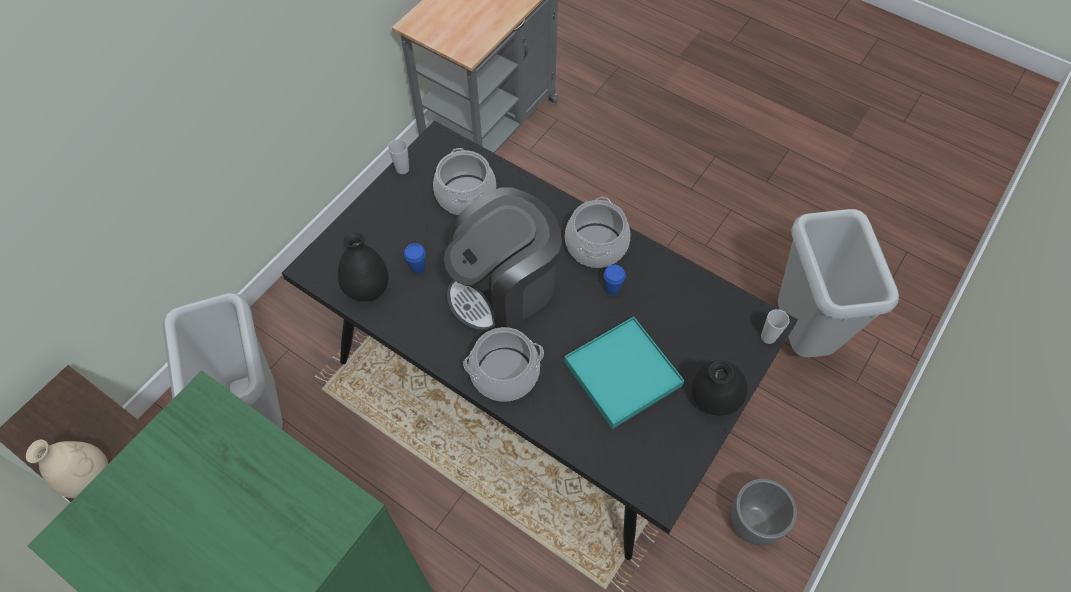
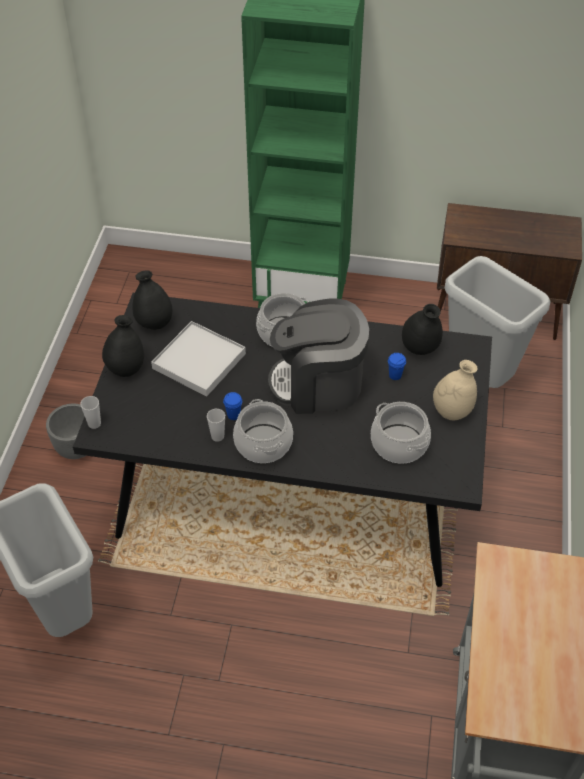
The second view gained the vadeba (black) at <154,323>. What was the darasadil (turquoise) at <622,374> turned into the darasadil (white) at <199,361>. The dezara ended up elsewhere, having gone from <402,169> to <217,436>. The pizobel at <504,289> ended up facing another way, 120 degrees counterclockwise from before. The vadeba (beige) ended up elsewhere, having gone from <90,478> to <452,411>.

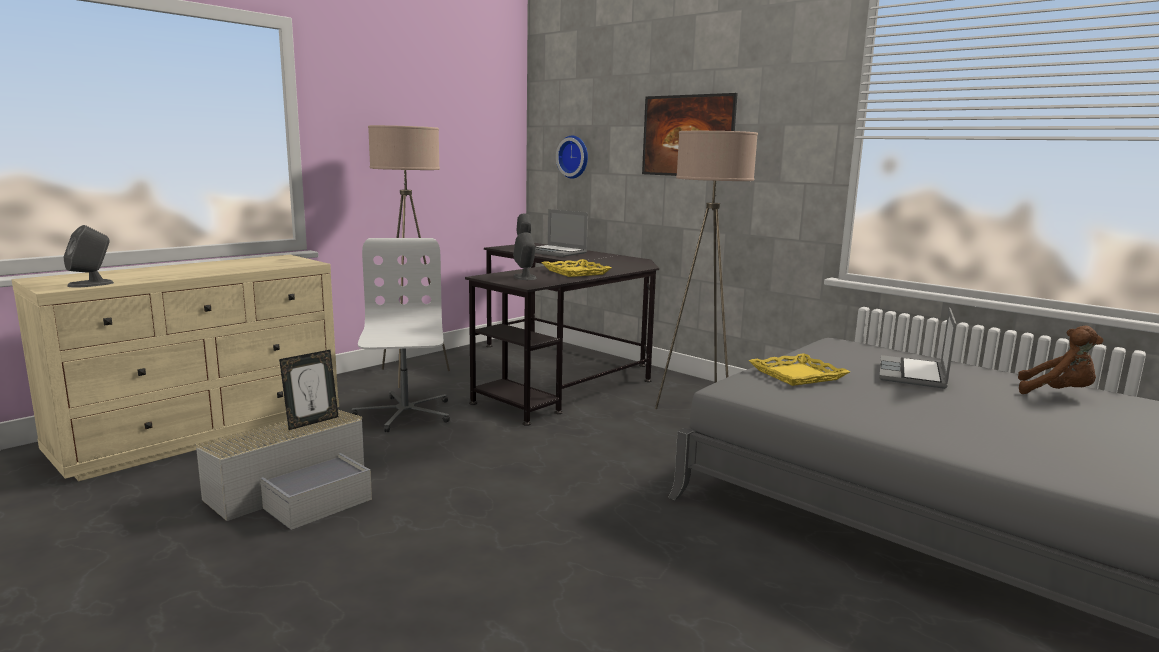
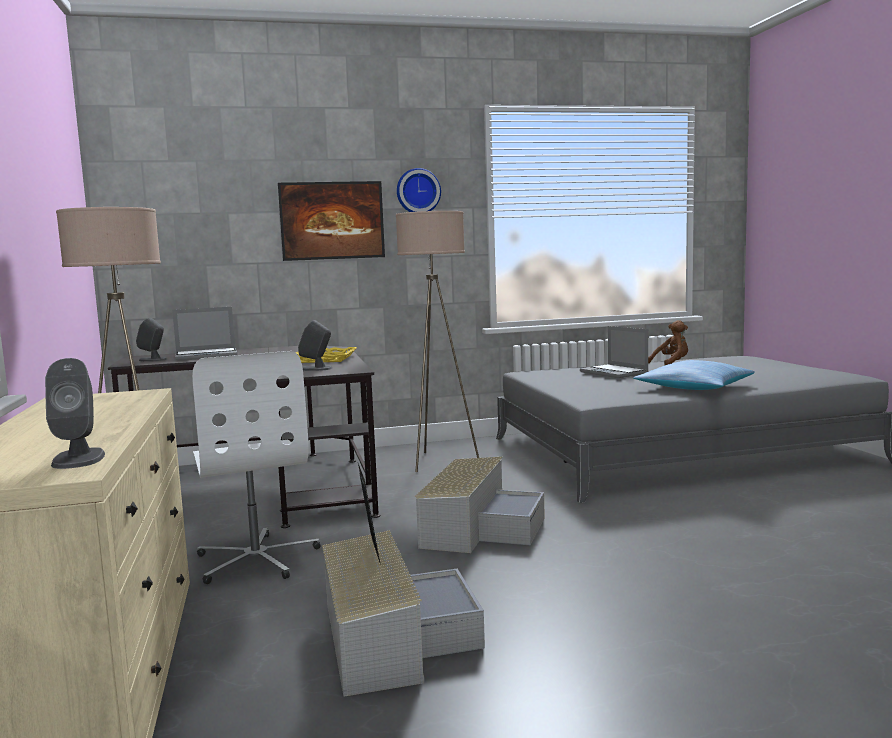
The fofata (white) at <404,413> ended up facing another way, 135 degrees counterclockwise from before. The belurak ended up elsewhere, having gone from <574,157> to <418,191>. The second view gained the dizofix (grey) at <479,527>. The second view gained the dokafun at <693,388>. The second view lost the darasadil (yellow) at <797,375>.

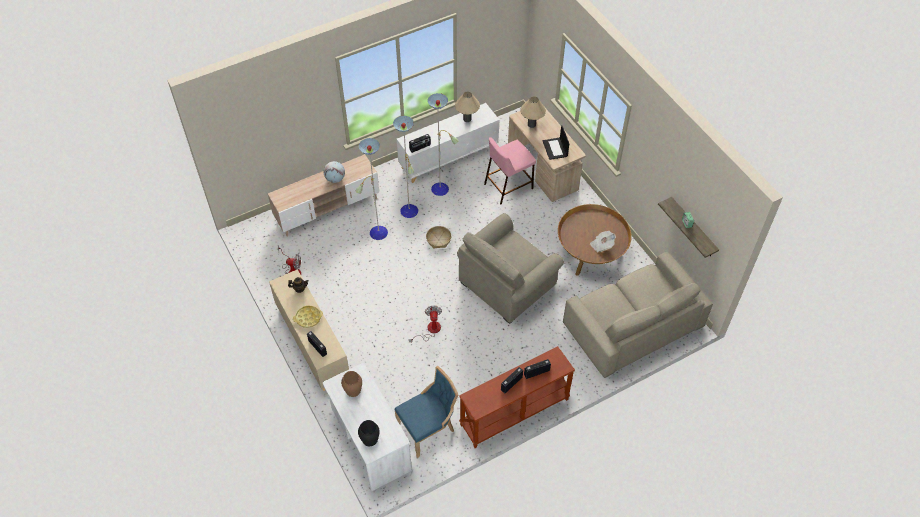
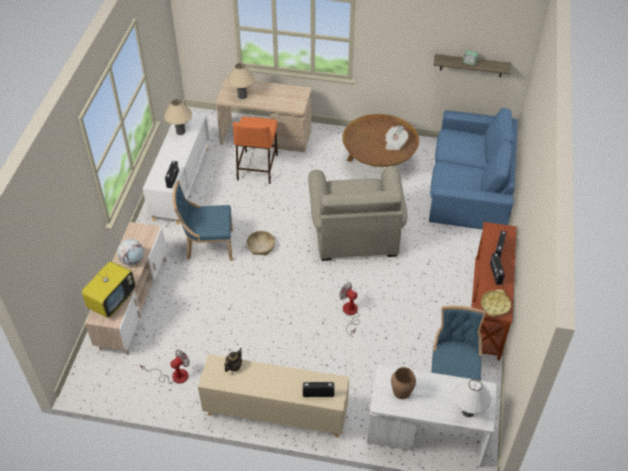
The second view gained the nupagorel at <112,300>. Where the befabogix stood at <410,211>, the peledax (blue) came to stand at <208,246>. What was the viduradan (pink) at <509,186> turned into the viduradan (orange) at <257,166>. What was the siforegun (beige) at <632,324> turned into the siforegun (blue) at <469,185>. Where the vadeba (black) stood at <369,439>, the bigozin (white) came to stand at <468,411>. The darasadil (yellow) ended up elsewhere, having gone from <308,318> to <495,305>. The second view lost the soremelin at <555,149>.

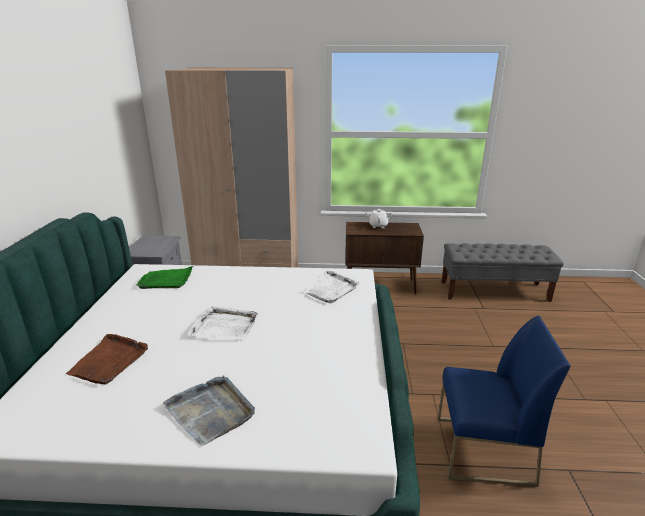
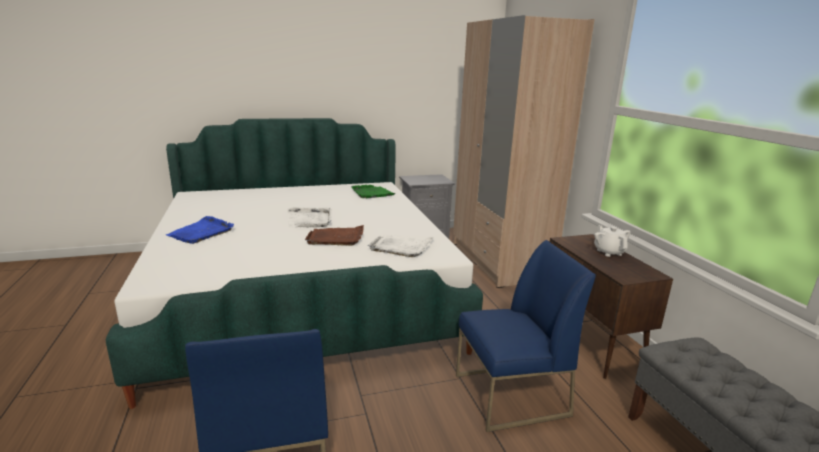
What was the darasadil (grey) at <211,411> turned into the darasadil (blue) at <201,232>. The darasadil (brown) ended up elsewhere, having gone from <109,361> to <336,238>. The second view gained the peledax (blue) at <510,395>.

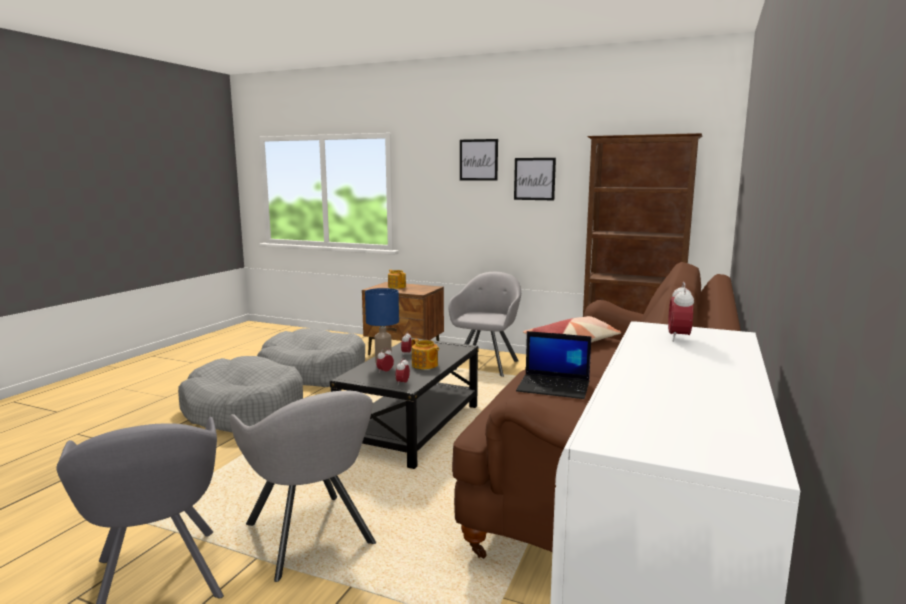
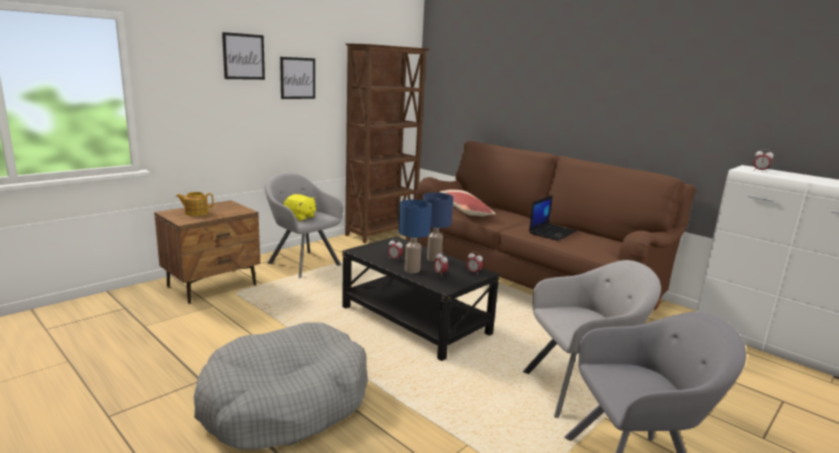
The second view gained the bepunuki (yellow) at <300,217>. Where the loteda stood at <425,365>, the bigozin (blue) came to stand at <434,259>. The second view lost the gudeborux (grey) at <313,372>.

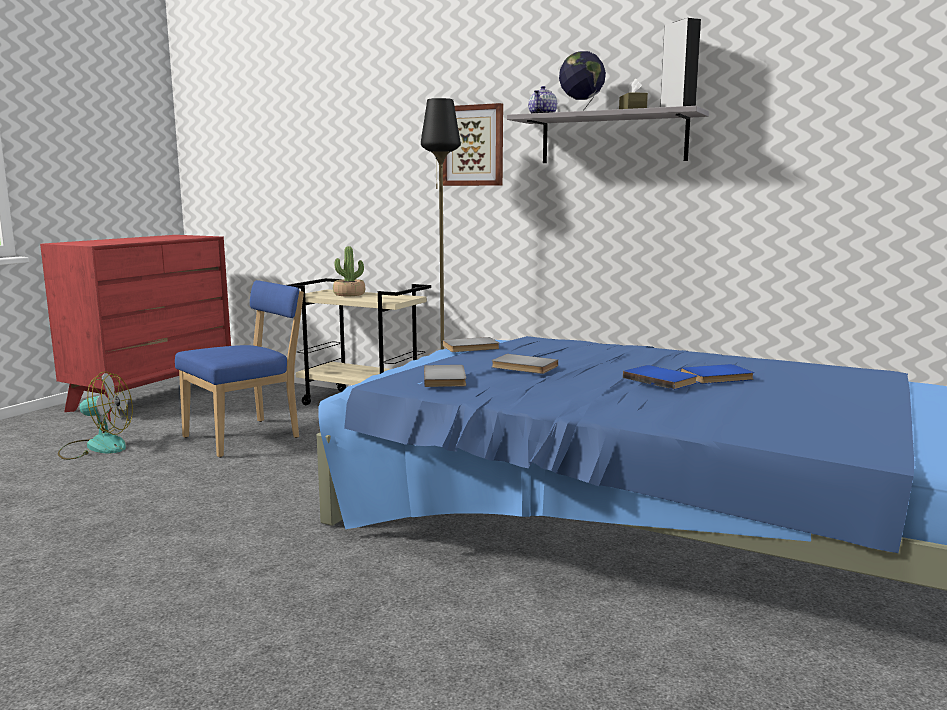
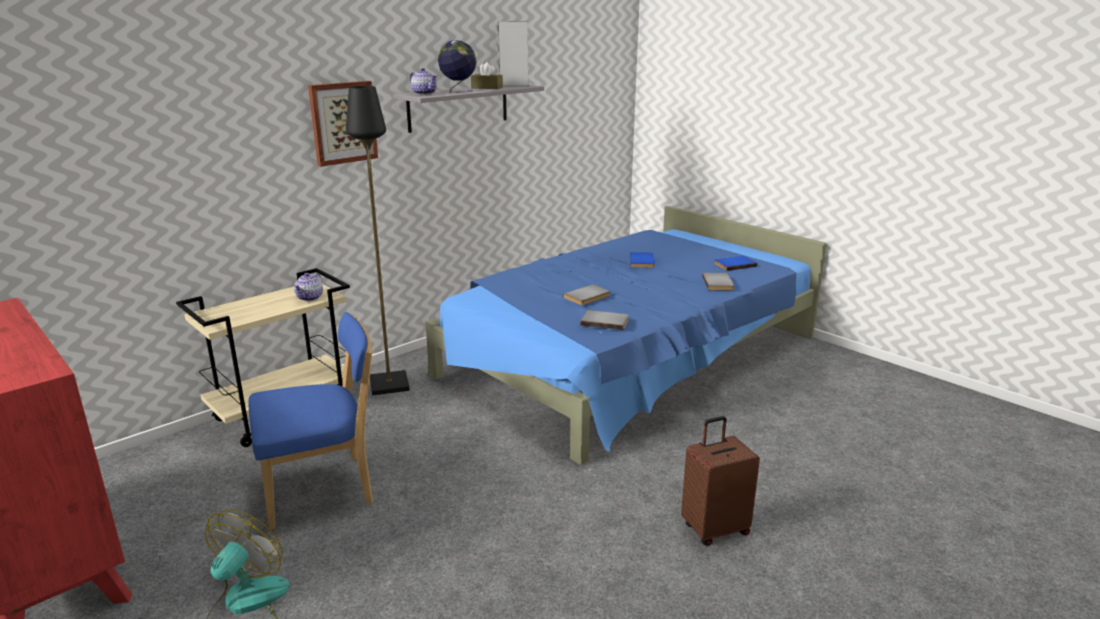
The peledax (blue) at <247,436> ended up facing another way, 90 degrees clockwise from before. The second view gained the loteda at <310,297>. The second view gained the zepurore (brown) at <714,529>. The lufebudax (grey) ended up elsewhere, having gone from <471,347> to <719,283>. The lufebudax (blue) ended up elsewhere, having gone from <661,380> to <734,265>. The second view lost the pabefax at <349,294>.

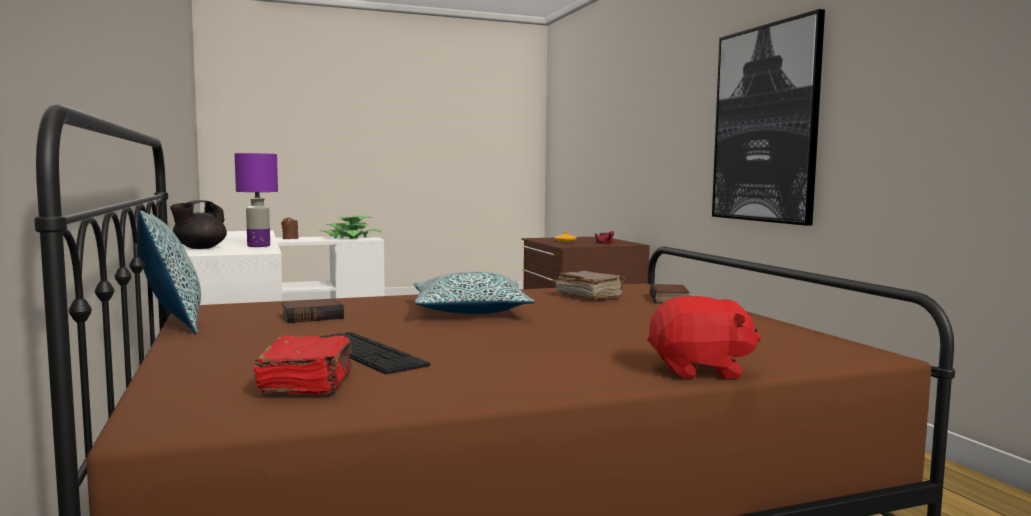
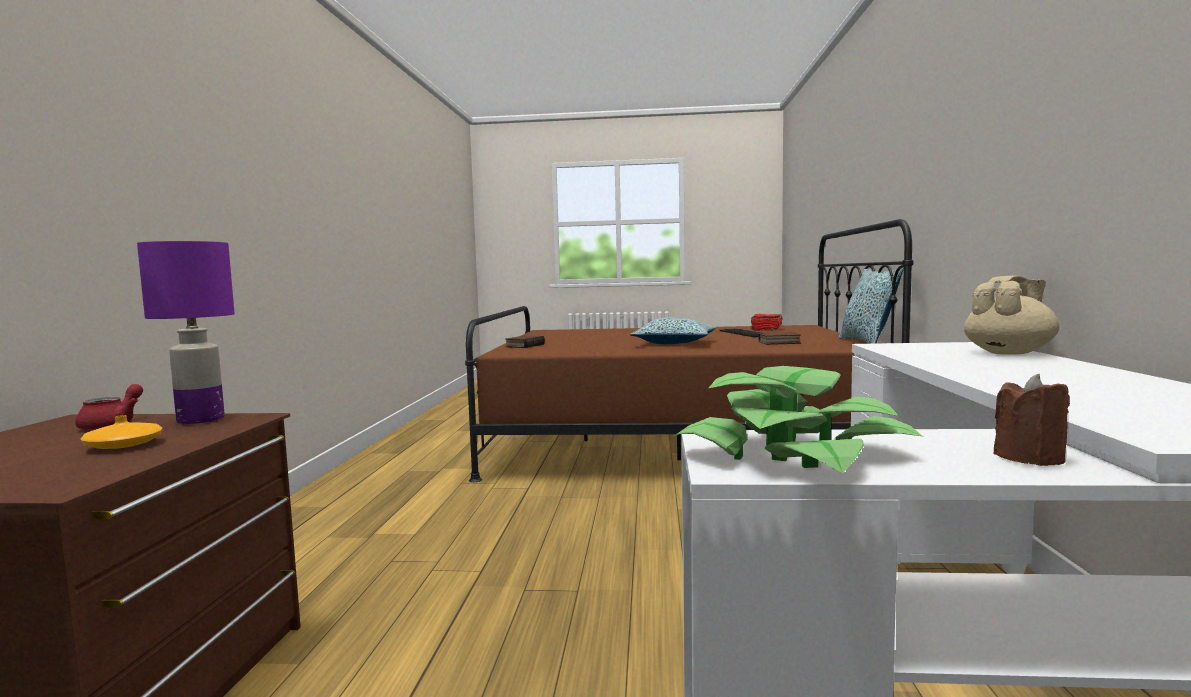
The bigozin (purple) ended up elsewhere, having gone from <258,246> to <200,420>. What was the loteda (black) at <199,248> turned into the loteda (beige) at <1009,353>. The second view lost the lufebudax (brown) at <588,296>. The second view lost the bepunuki (red) at <700,371>. The second view lost the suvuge at <765,124>.

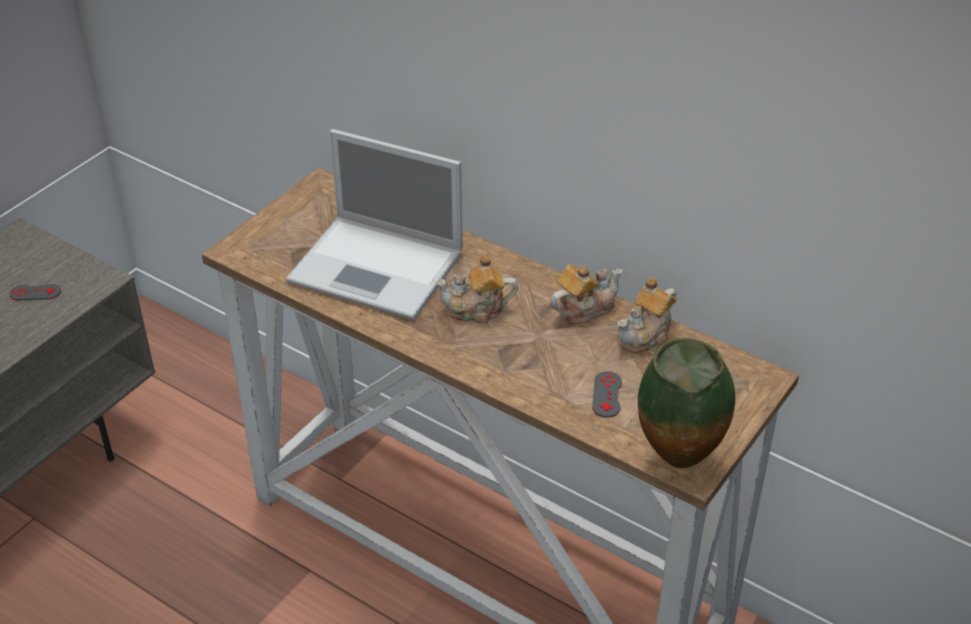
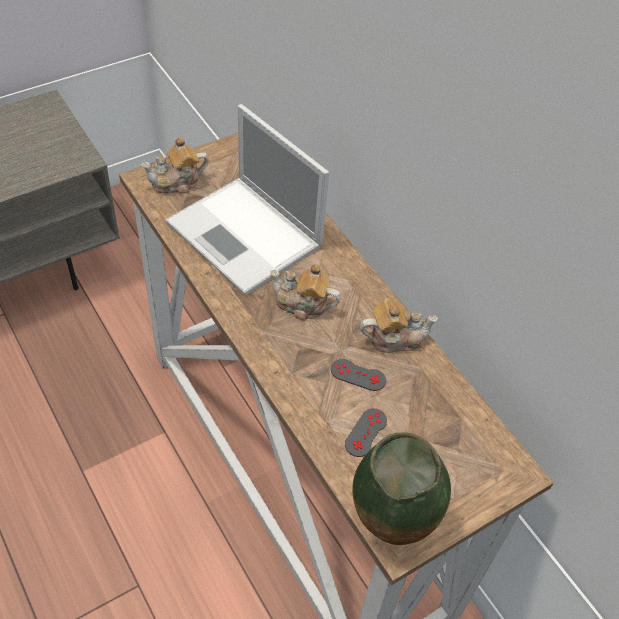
The loteda ended up elsewhere, having gone from <646,335> to <177,182>. The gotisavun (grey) ended up elsewhere, having gone from <35,292> to <358,375>.

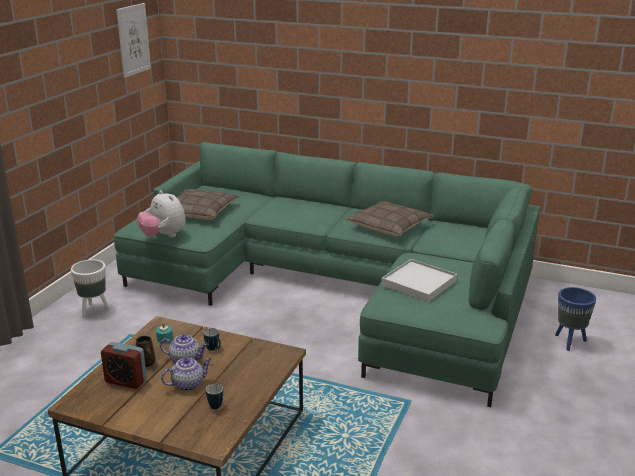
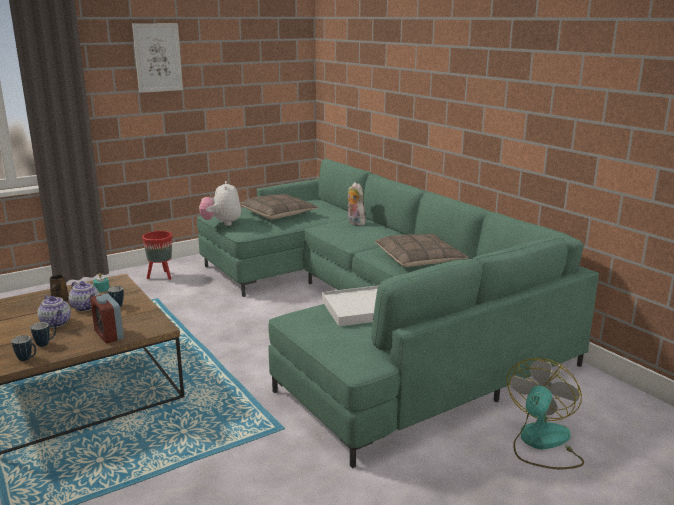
The second view gained the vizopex at <27,359>. The loteda at <188,384> ended up facing another way, 45 degrees clockwise from before. The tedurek ended up elsewhere, having gone from <126,381> to <109,335>. The suvuge ended up elsewhere, having gone from <133,40> to <158,57>. What was the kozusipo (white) at <94,310> turned into the kozusipo (red) at <161,276>. The second view gained the bepunuki at <354,223>. Where the kozusipo (blue) stood at <569,342>, the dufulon came to stand at <541,443>.

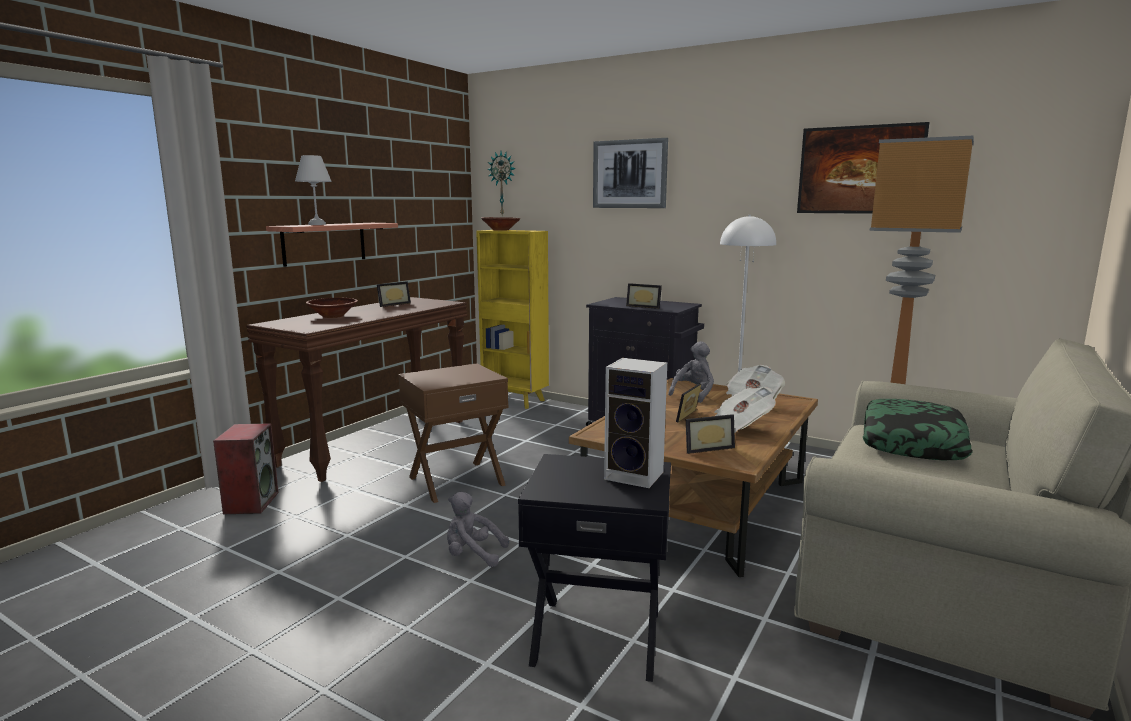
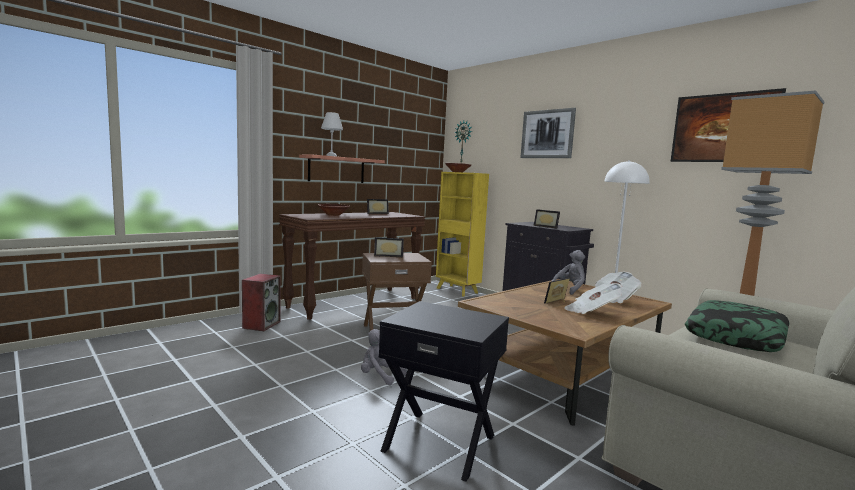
The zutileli ended up elsewhere, having gone from <707,448> to <388,256>. The second view lost the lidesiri at <636,475>.

